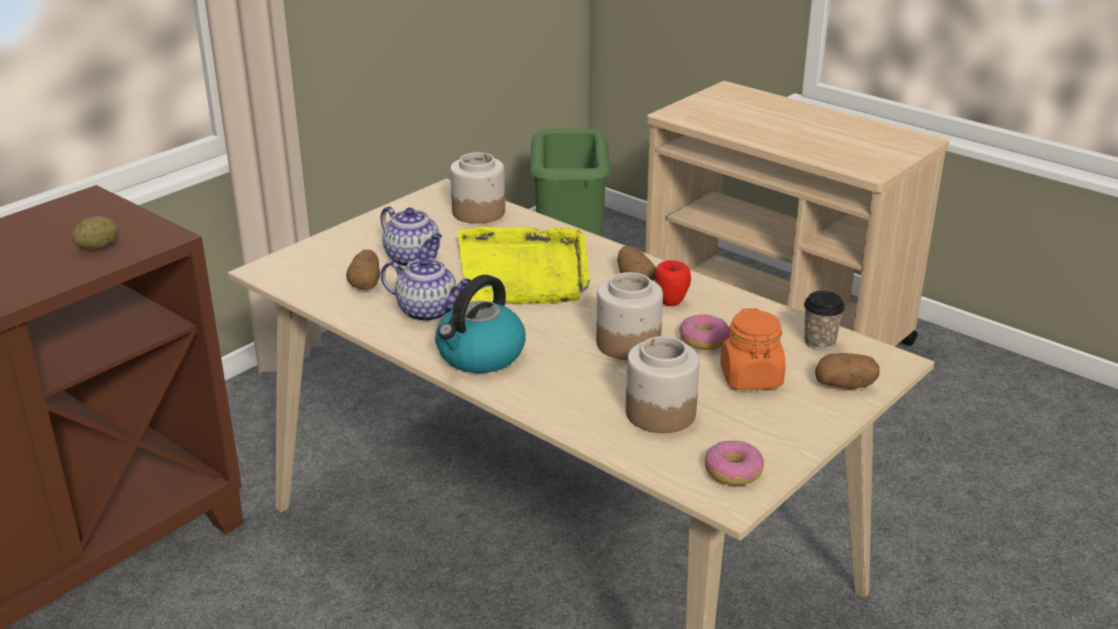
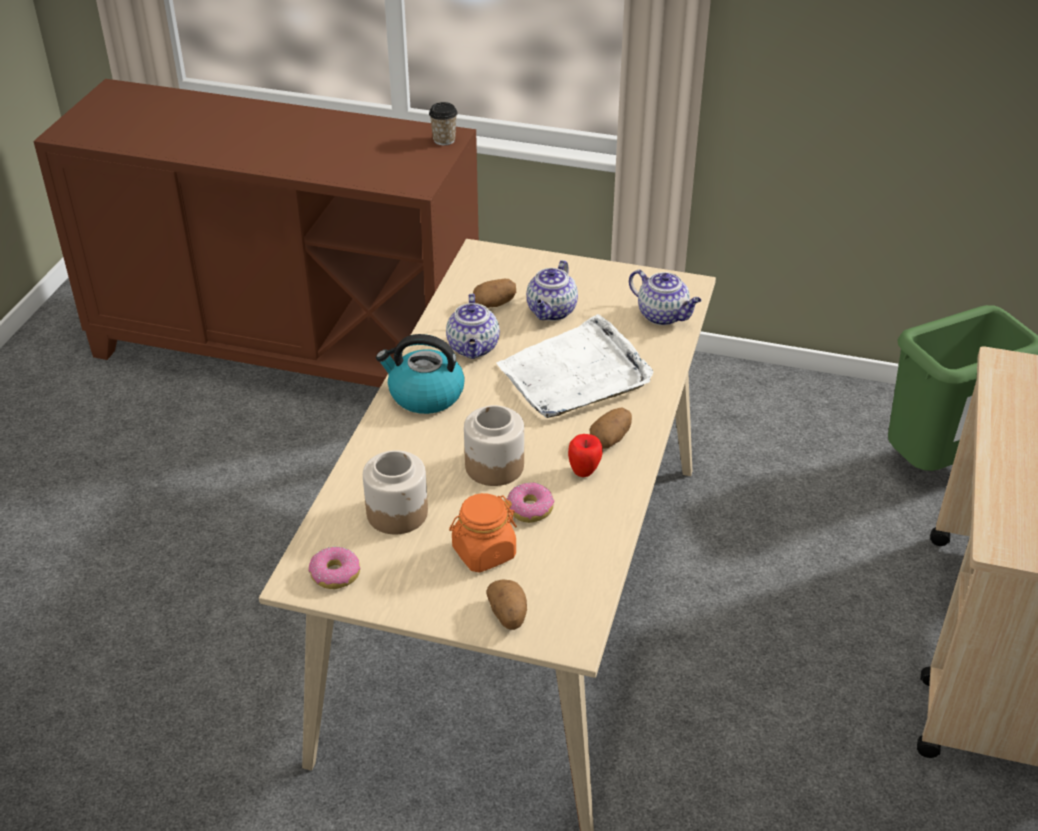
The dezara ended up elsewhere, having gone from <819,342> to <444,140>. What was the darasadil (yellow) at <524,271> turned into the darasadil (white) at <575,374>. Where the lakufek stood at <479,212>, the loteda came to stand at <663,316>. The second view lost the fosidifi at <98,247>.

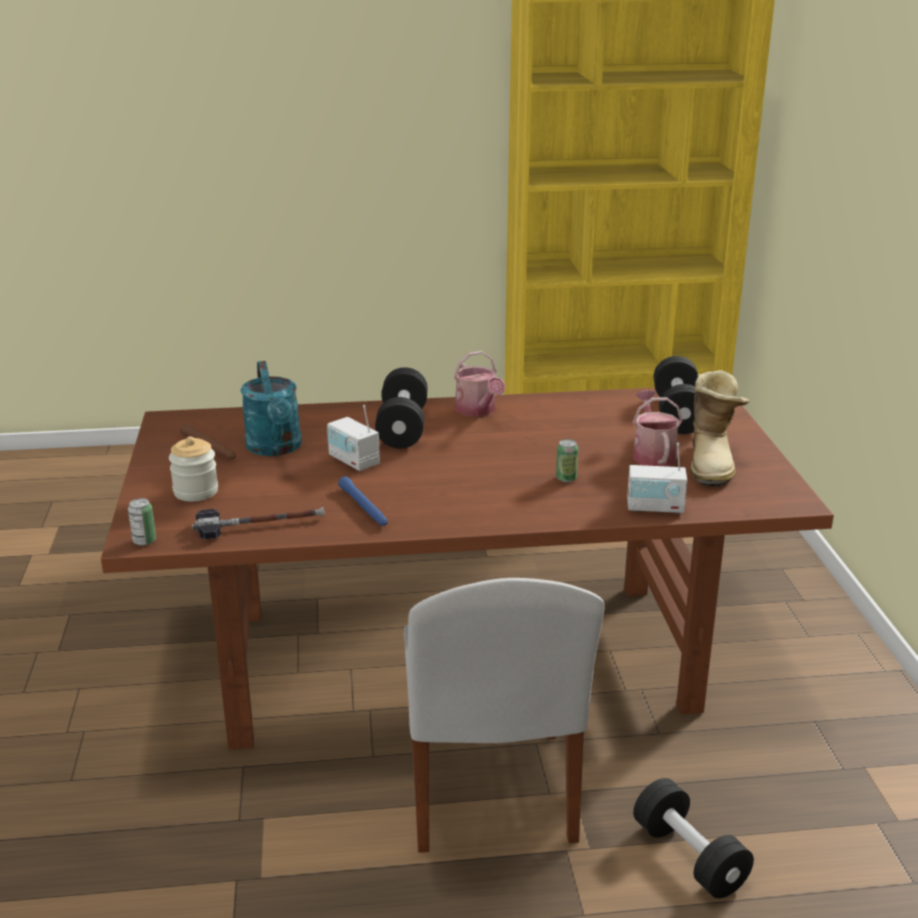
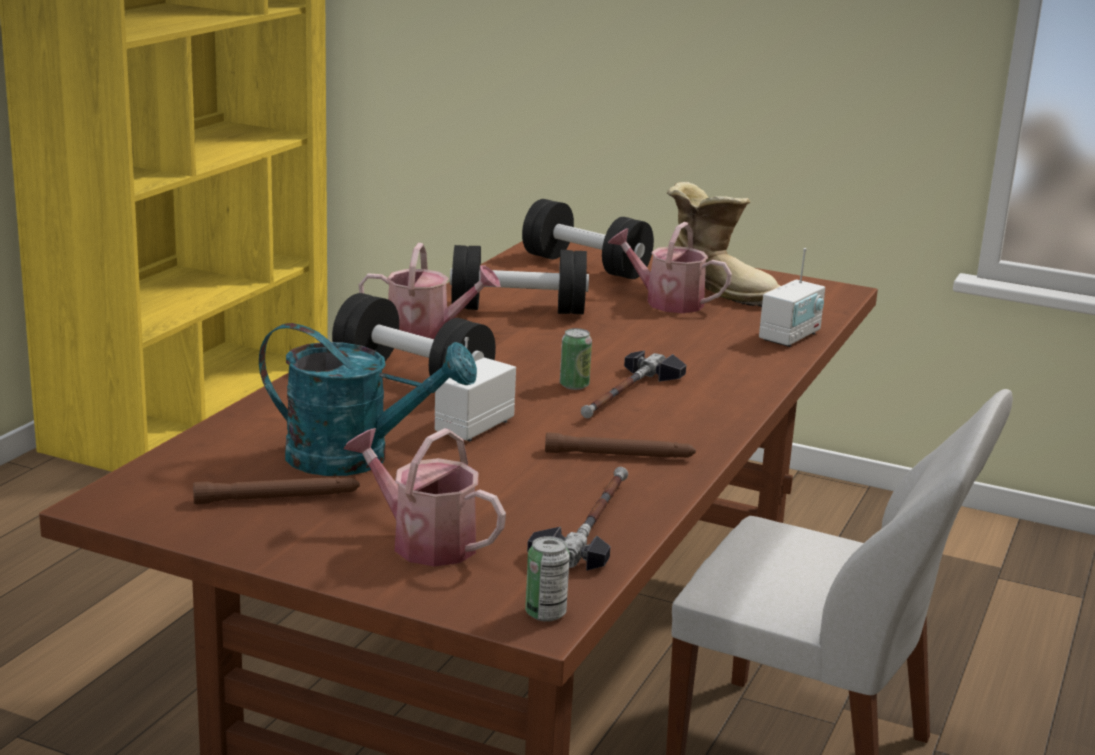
Where the lakufek stood at <196,491>, the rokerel came to stand at <424,541>. The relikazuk at <353,461> ended up facing another way, 135 degrees clockwise from before. The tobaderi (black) ended up elsewhere, having gone from <689,857> to <518,310>. What was the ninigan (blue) at <364,507> turned into the ninigan (brown) at <619,455>. The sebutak ended up elsewhere, having gone from <566,478> to <574,385>. The second view gained the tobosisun at <627,394>.

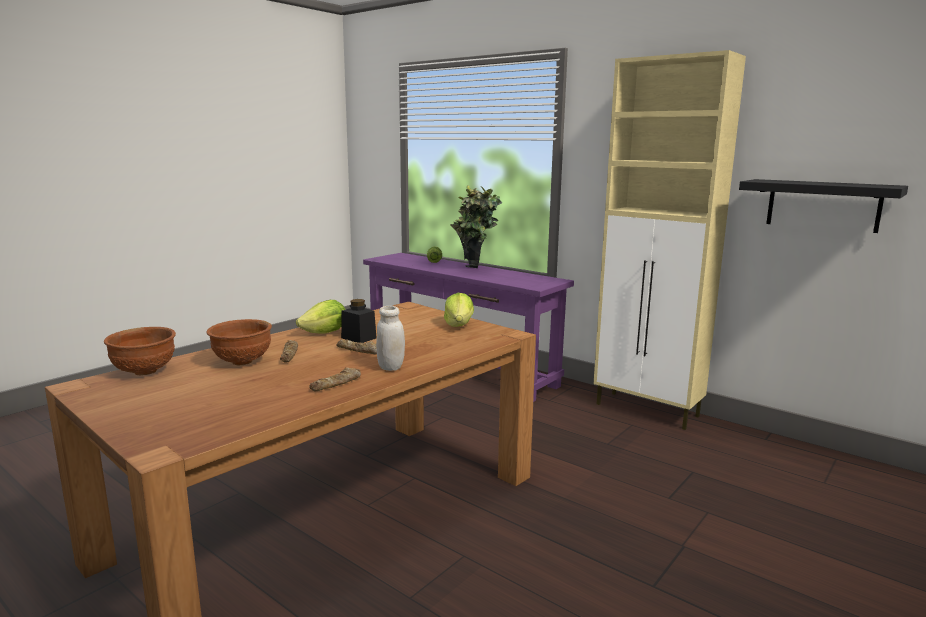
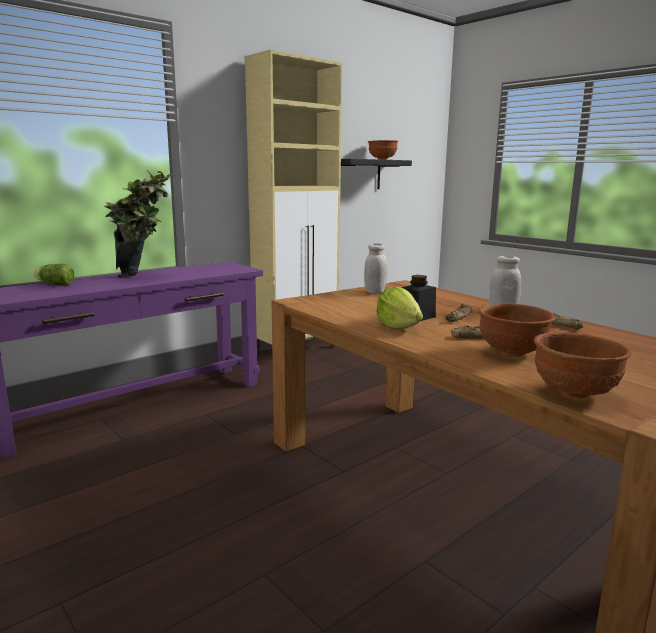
Where the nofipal stood at <459,325>, the lakufek (white) came to stand at <375,292>. The second view gained the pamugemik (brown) at <382,159>.

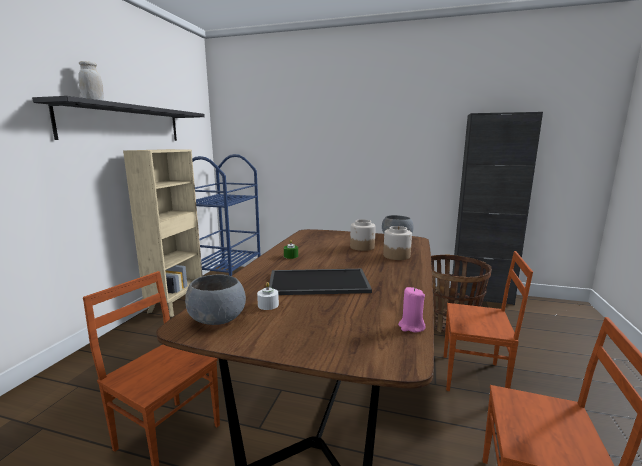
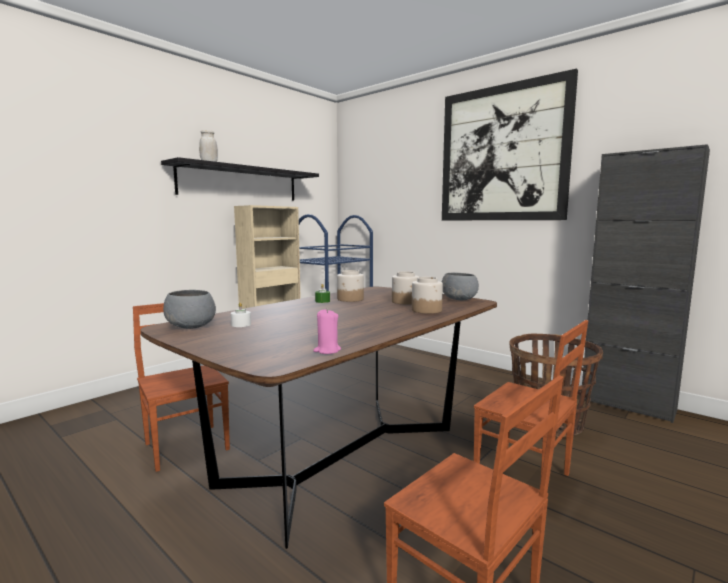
The second view gained the lakufek at <350,299>. The second view gained the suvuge at <502,154>. The second view lost the darasadil at <317,283>.

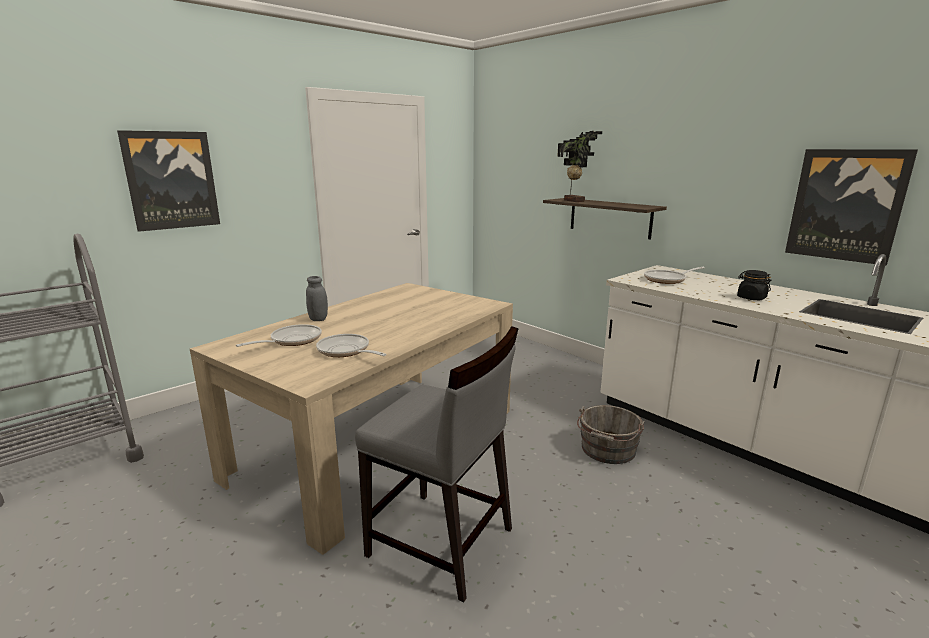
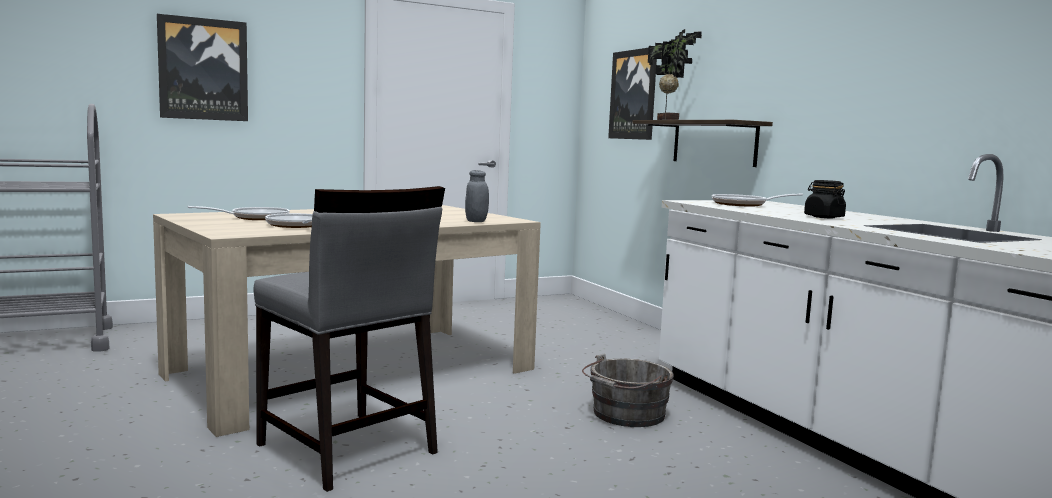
The lakufek (grey) ended up elsewhere, having gone from <318,319> to <476,221>. The suvuge ended up elsewhere, having gone from <846,205> to <633,95>.

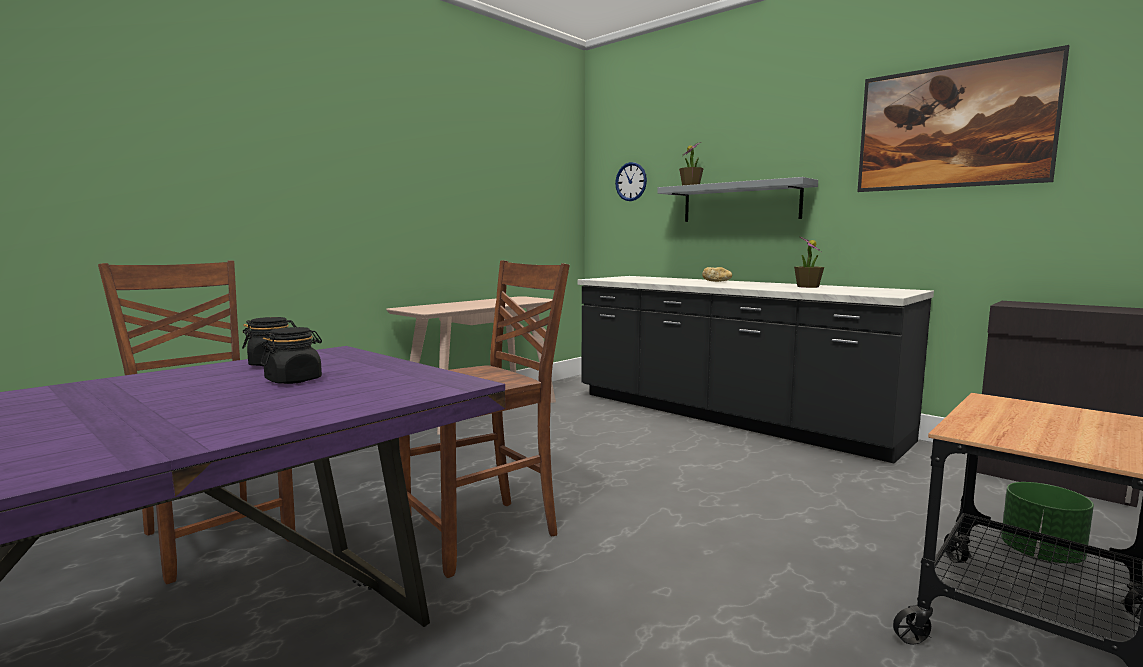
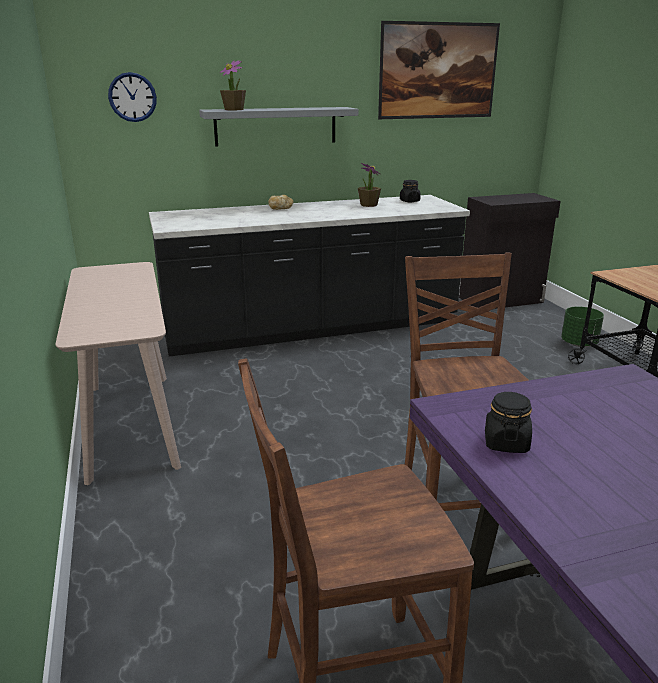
The lakufek (black) ended up elsewhere, having gone from <294,380> to <409,201>.

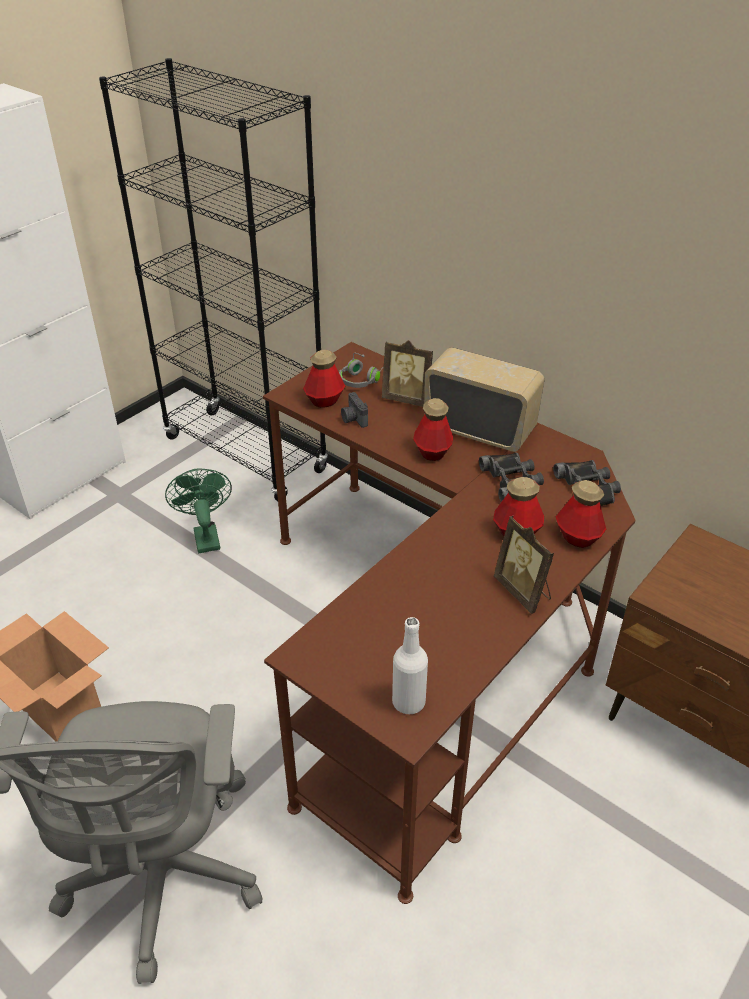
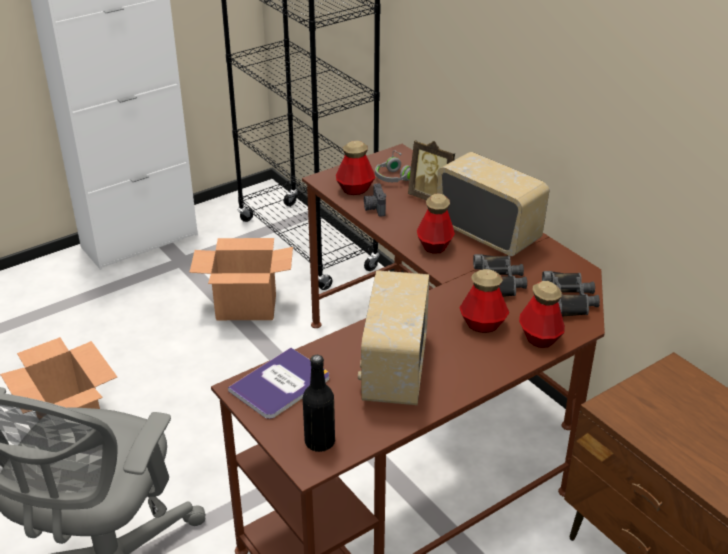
Where the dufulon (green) stood at <205,535>, the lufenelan came to stand at <245,308>. The second view gained the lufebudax at <280,384>. What was the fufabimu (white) at <408,702> turned into the fufabimu (black) at <320,442>. The second view gained the relikazuk at <393,370>. The second view lost the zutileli at <523,591>.

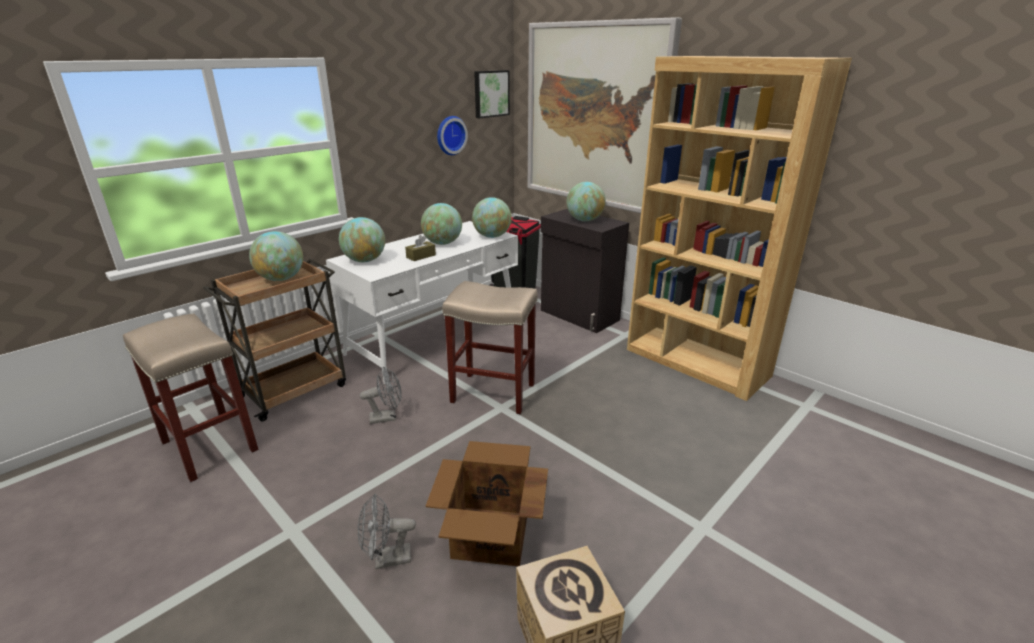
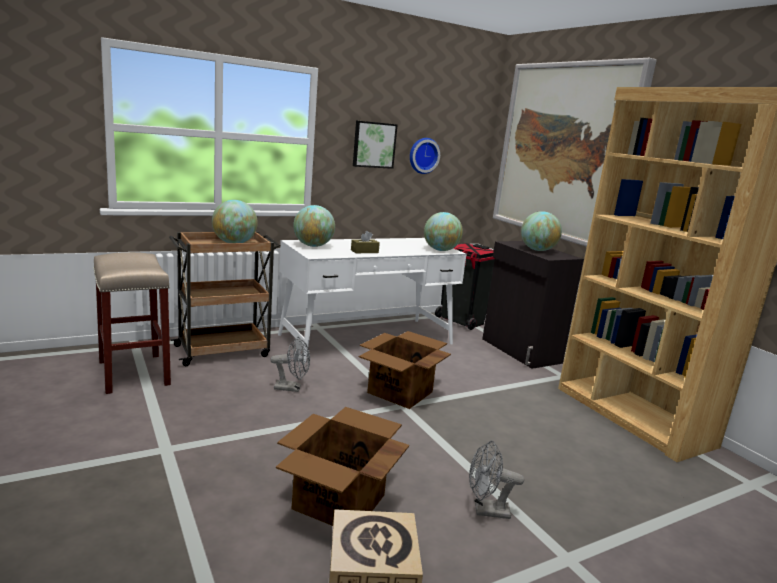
The suvuge ended up elsewhere, having gone from <490,93> to <373,144>. Where the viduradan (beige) stood at <492,393>, the lufenelan came to stand at <399,392>. The dufulon (grey) ended up elsewhere, having gone from <386,559> to <486,511>. The second view lost the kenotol at <442,243>.

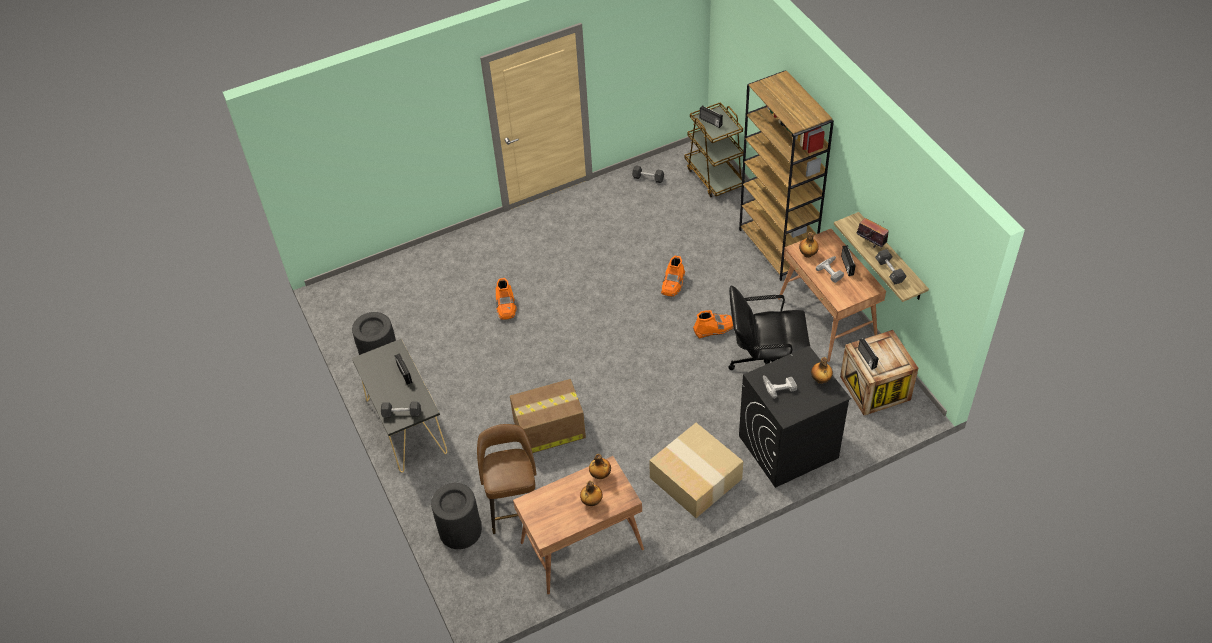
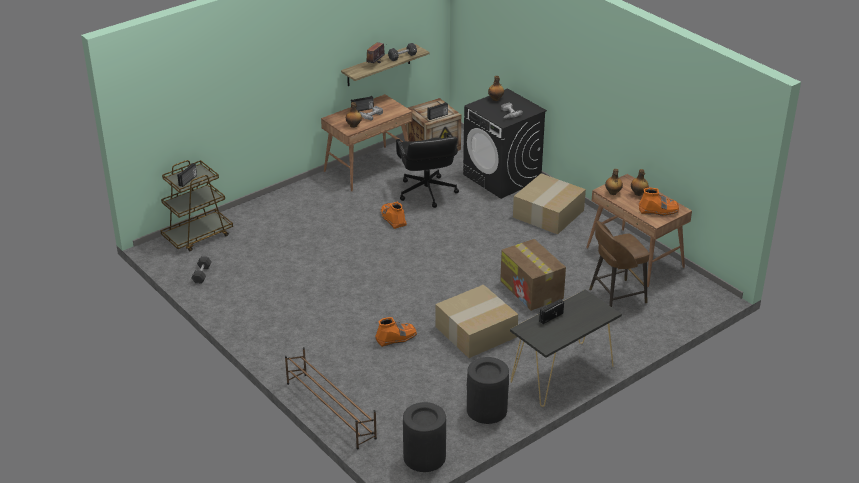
The second view gained the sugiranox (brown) at <330,410>. The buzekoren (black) ended up elsewhere, having gone from <460,530> to <424,457>. The second view gained the lufenelan at <475,332>. The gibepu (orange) ended up elsewhere, having gone from <673,284> to <658,210>. The second view lost the tobaderi (black) at <402,413>. The second view lost the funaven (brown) at <777,248>.

